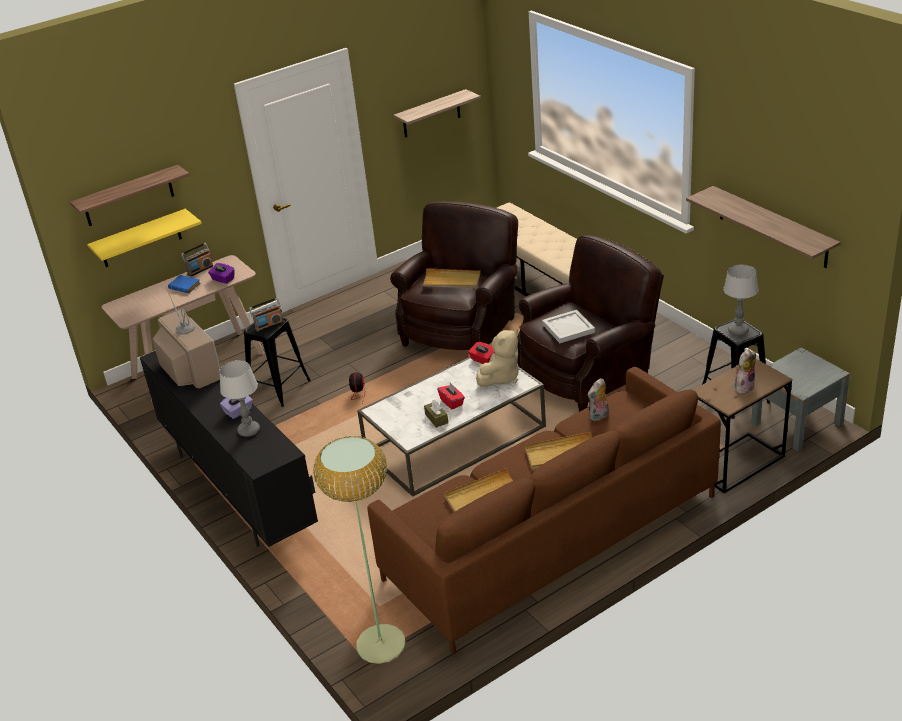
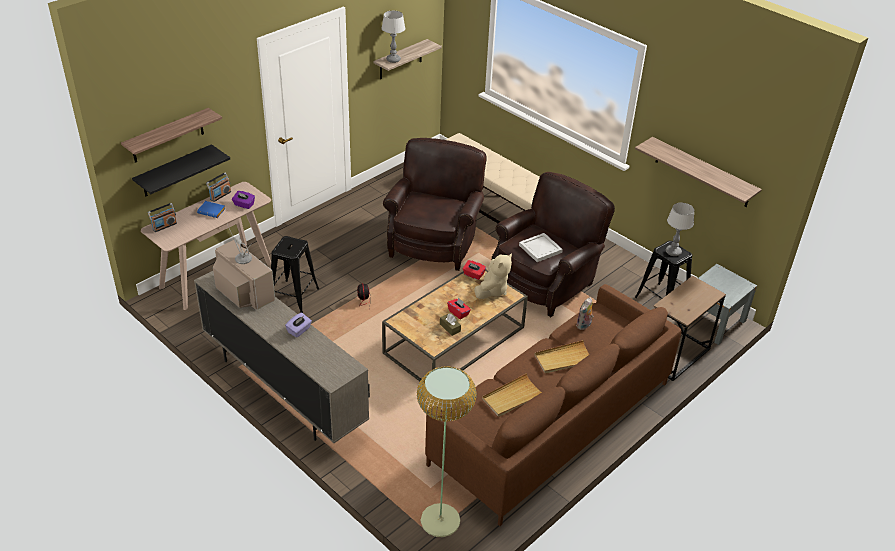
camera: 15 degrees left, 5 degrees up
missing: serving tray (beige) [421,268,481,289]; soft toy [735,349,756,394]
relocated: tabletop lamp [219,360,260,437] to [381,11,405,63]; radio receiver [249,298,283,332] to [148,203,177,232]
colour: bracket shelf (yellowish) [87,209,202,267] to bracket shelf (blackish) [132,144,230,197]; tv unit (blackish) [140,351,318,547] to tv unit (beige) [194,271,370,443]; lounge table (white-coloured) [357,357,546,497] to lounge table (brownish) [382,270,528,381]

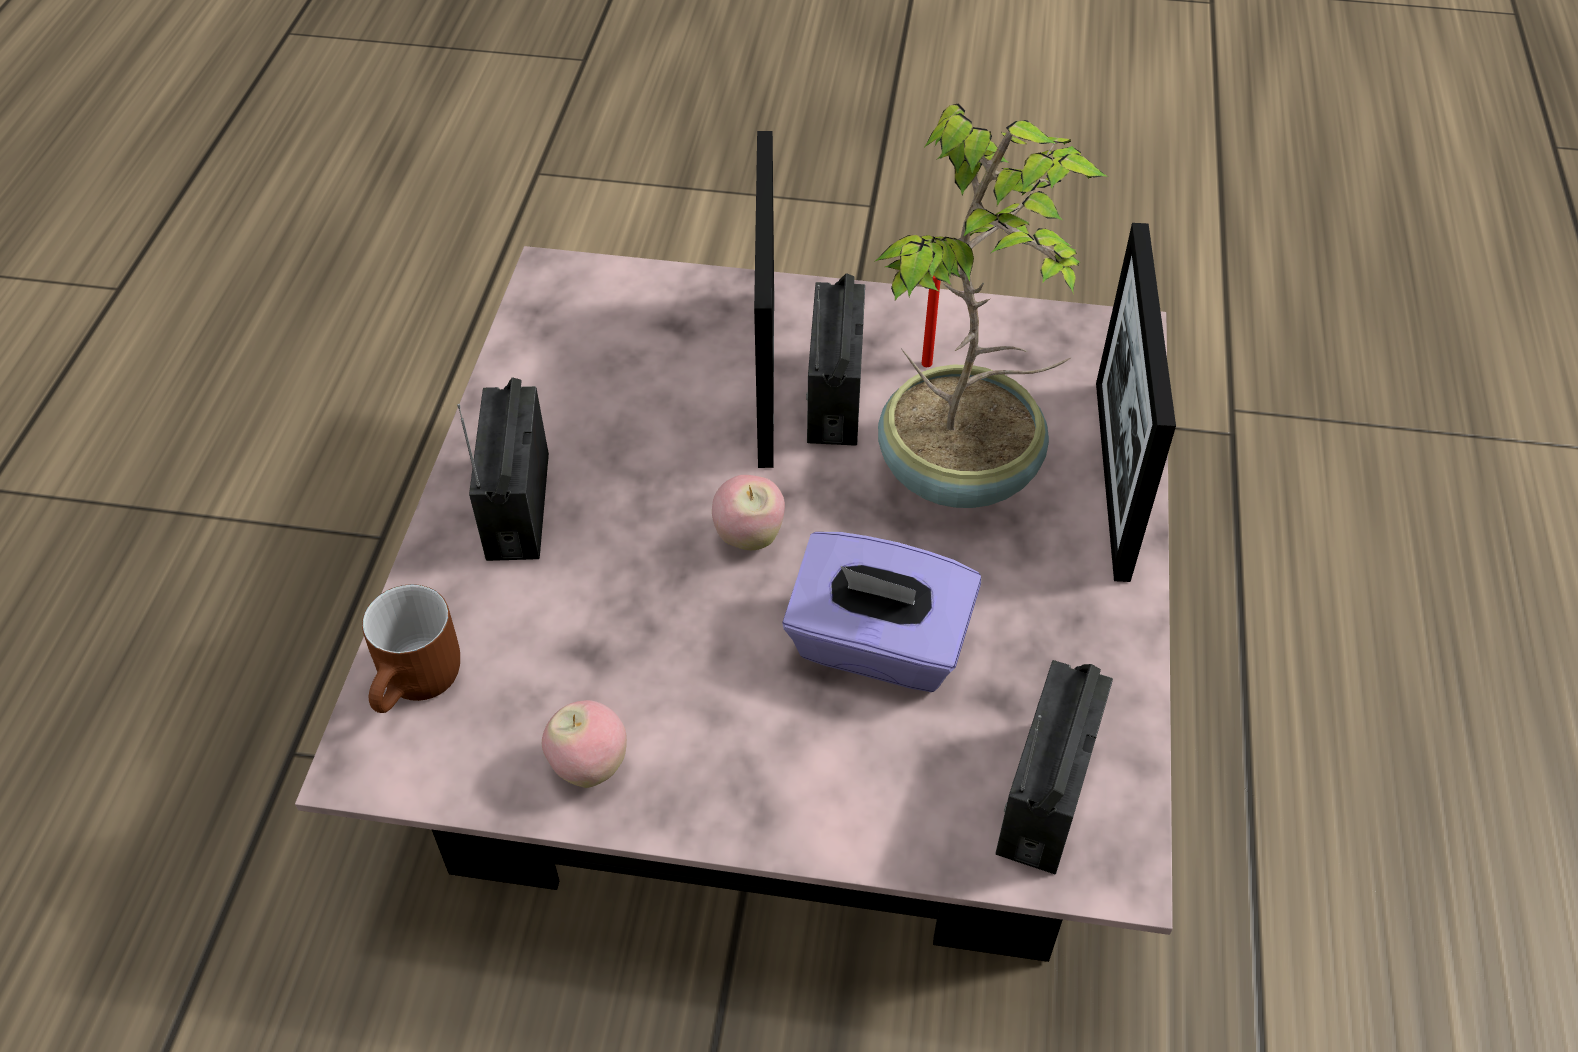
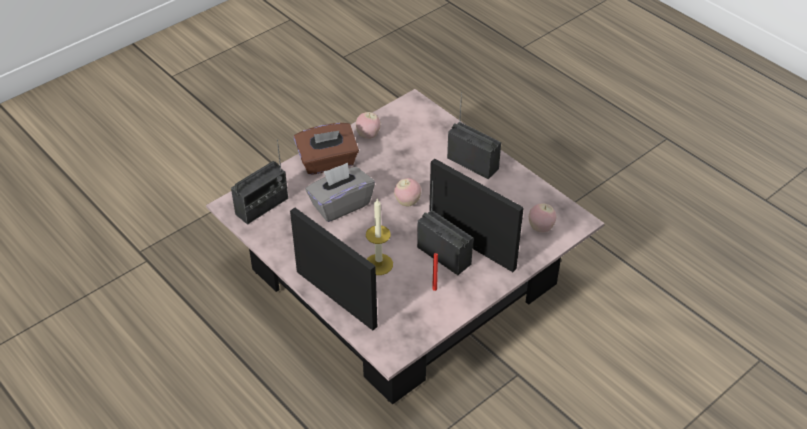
camera: 130 degrees right, 5 degrees down
missing: coffee mug (brownish) [362,584,460,713]
appeared: tissue box (brownish) [294,123,359,175]; whole apple [529,203,556,232]
exchanged: houseplant [874,103,1108,508] to wax light [366,199,393,275]
colour: tissue box (purple-coloured) [782,532,981,692] to tissue box (greyish) [305,163,375,222]
spun: radio receiver [995,660,1113,874] = [231,139,288,225] 75 degrees clockwise

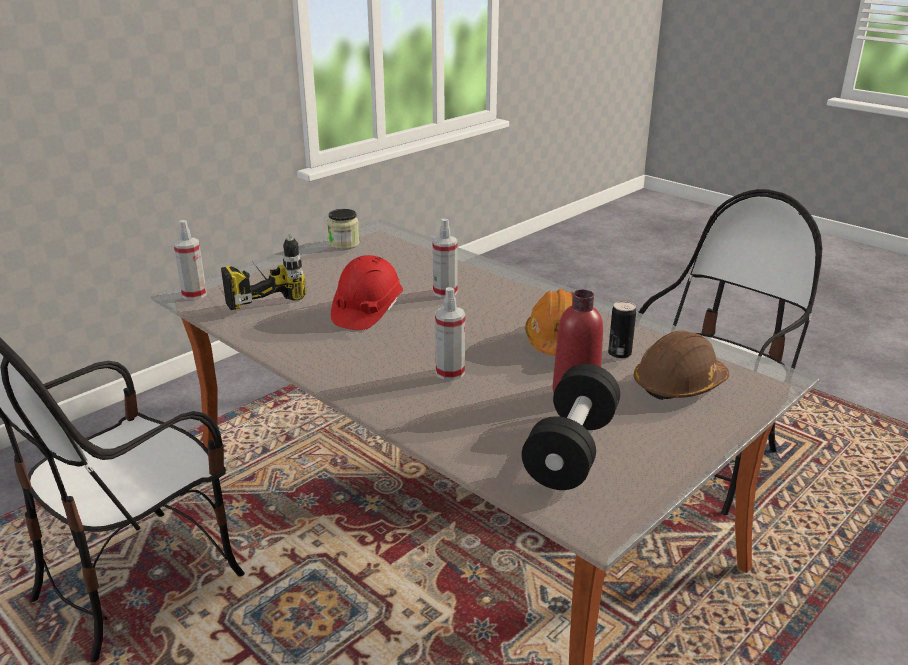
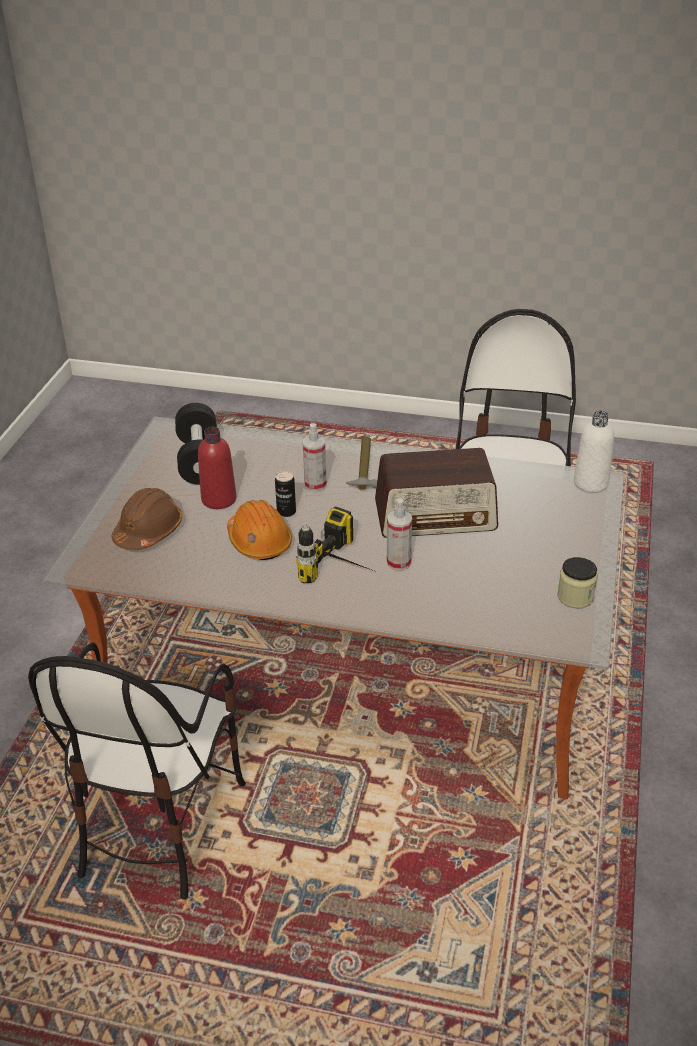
camera: 150 degrees right, 10 degrees up
appeared: tool hammer [346,437,377,490]
relocated: power drill [221,233,307,310] to [296,506,374,583]; sealed can [608,301,636,359] to [275,471,296,517]
exchanged: hand sprayer [174,220,207,300] to bottle (white-coloured) [574,410,614,492]; work helmet (red) [331,255,403,330] to radio receiver [375,448,498,538]

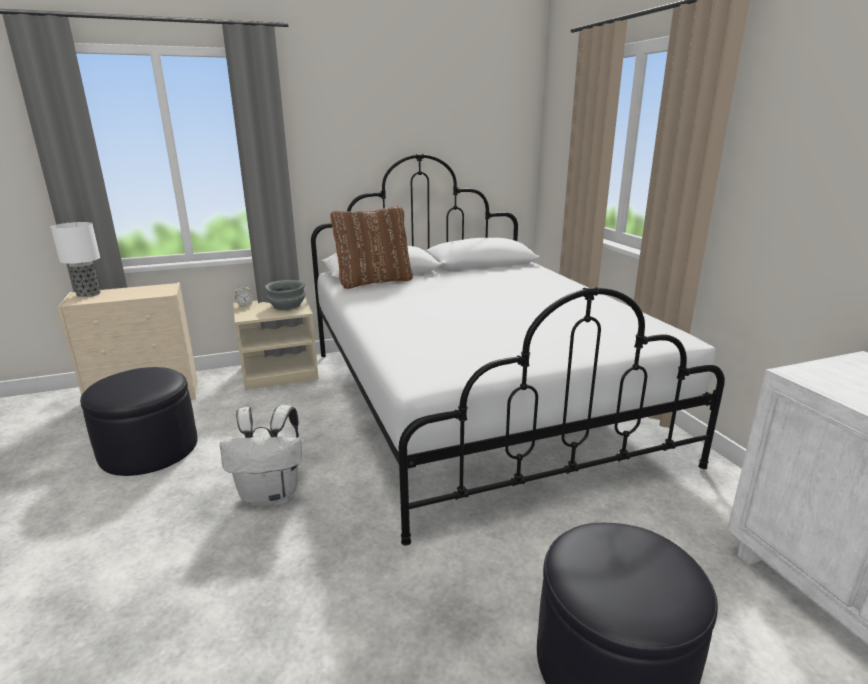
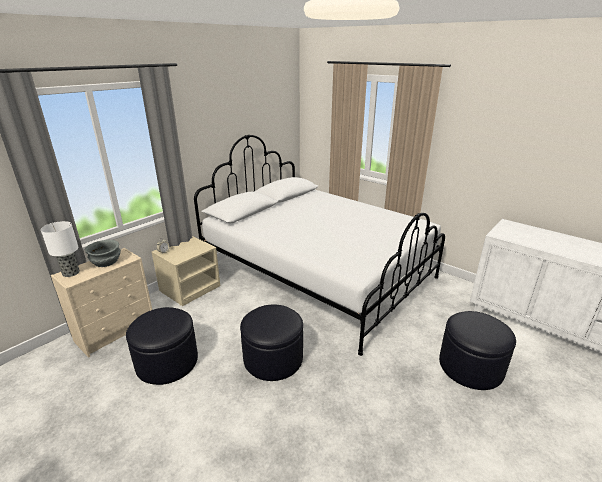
camera: 30 degrees left, 5 degrees up
missing: cushion (brownish) [330,206,413,289]
relocated: bowl (greyish) [265,280,306,310] to [85,240,121,267]
exchanged: backpack (white-coloured) [220,405,302,507] to ottoman (blackish) [240,305,303,381]

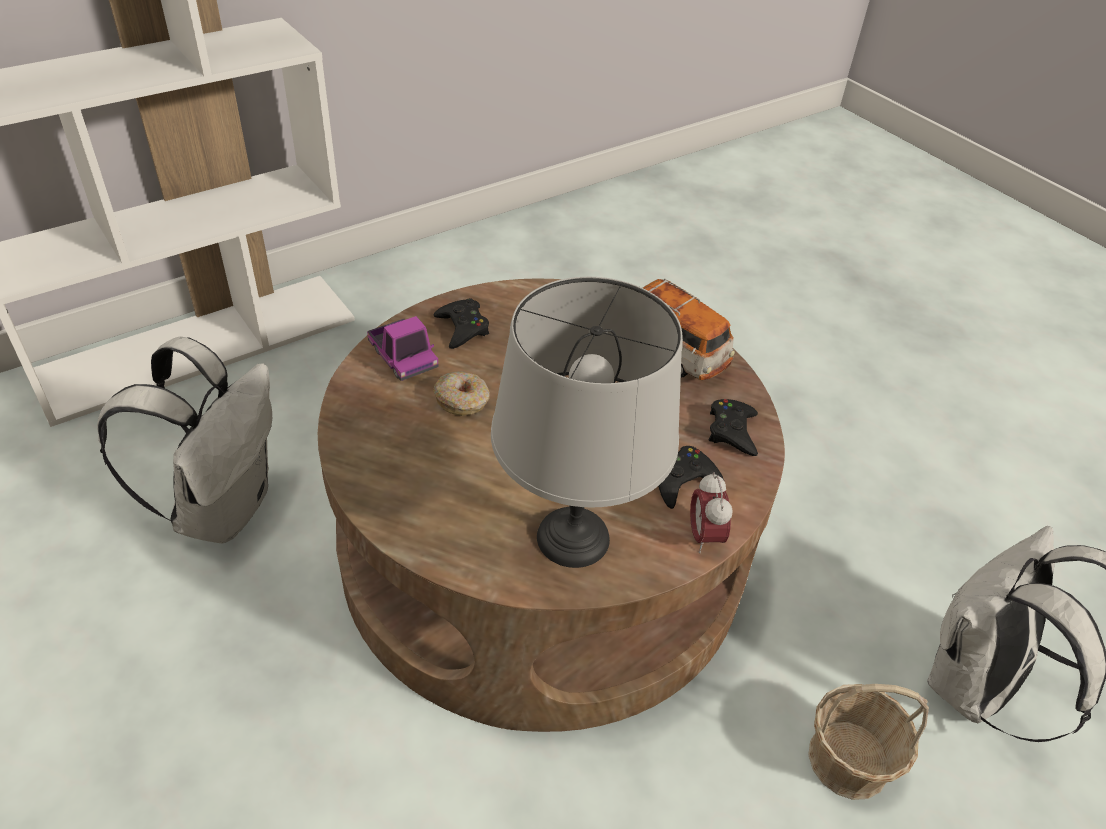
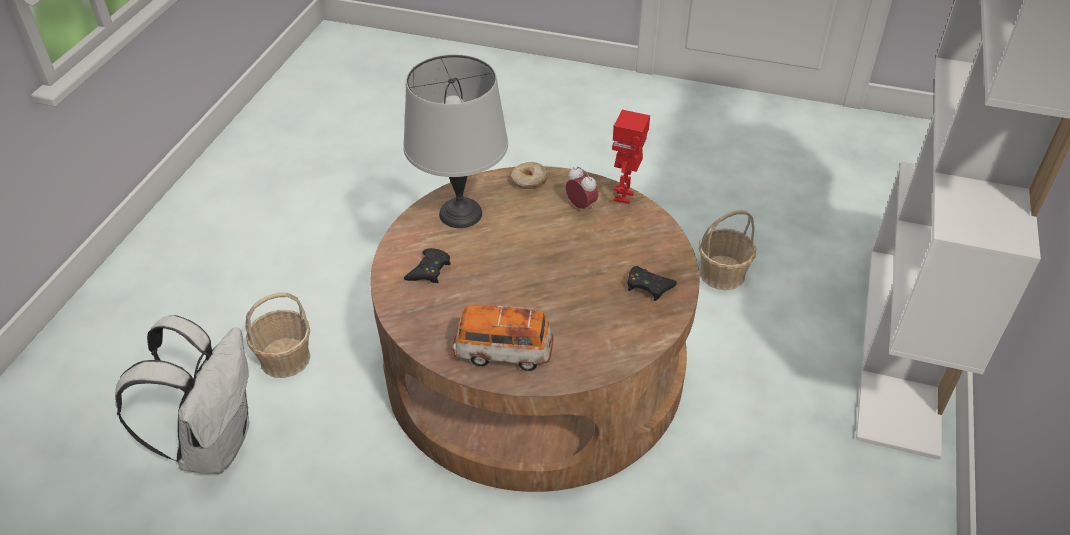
camera: 145 degrees right, 0 degrees up
missing: toy lorry [367,316,439,381]; joypad (blackish) [709,399,758,456]
appeared: robot figure [612,110,650,204]
relocated: ring doughnut [433,371,490,416] to [511,162,547,189]; bedside clock [690,472,733,553] to [566,167,599,210]
exchanged: backpack (white-coloured) [97,337,272,543] to basket [698,210,756,290]

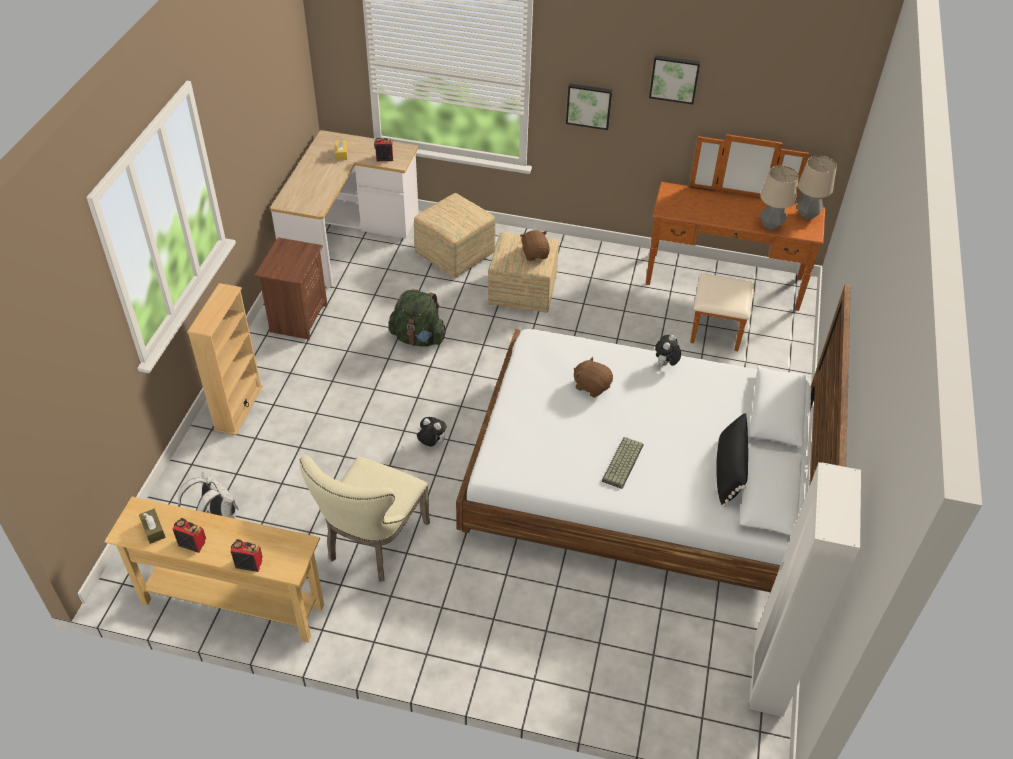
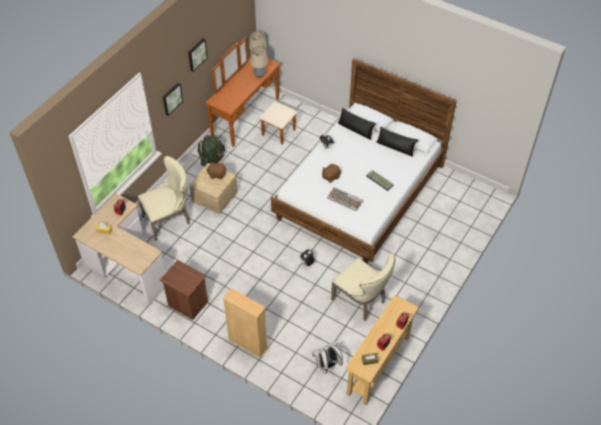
camera: 70 degrees left, 5 degrees up
missing: armoire (white-coloured) [749,462,861,717]
appeared: keyboard [327,187,363,211]; cushion (blackish) [337,108,377,140]
relocated: backpack (green-coloured) [389,289,446,347] to [197,135,225,167]
exchanged: ottoman [414,193,495,278] to chair (beige) [138,156,190,241]

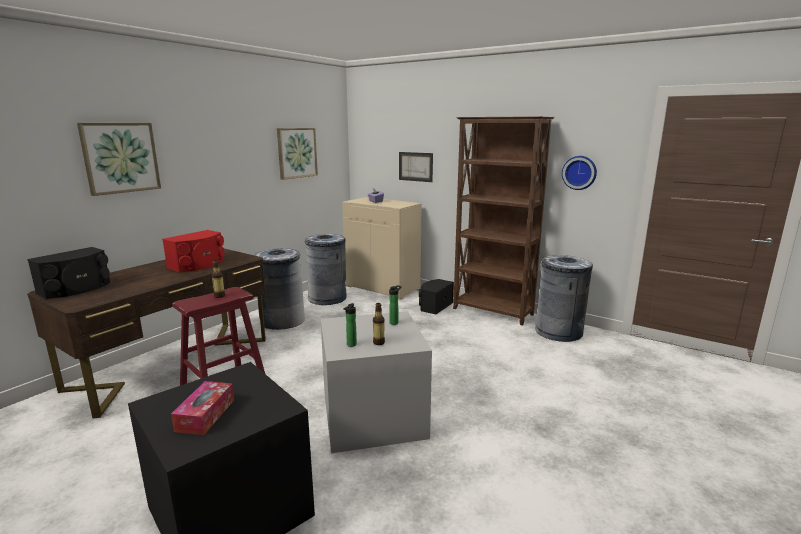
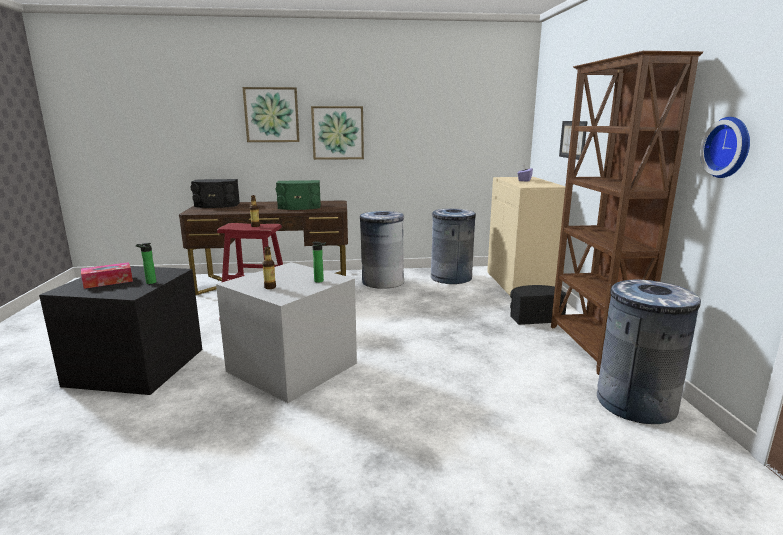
camera: 50 degrees right, 0 degrees up
relocated: picture [277,128,318,180] to [311,106,364,160]; bottle [343,303,357,347] to [136,243,157,284]
colour: speaker (red) [162,230,224,272] to speaker (green-coloured) [276,180,321,210]

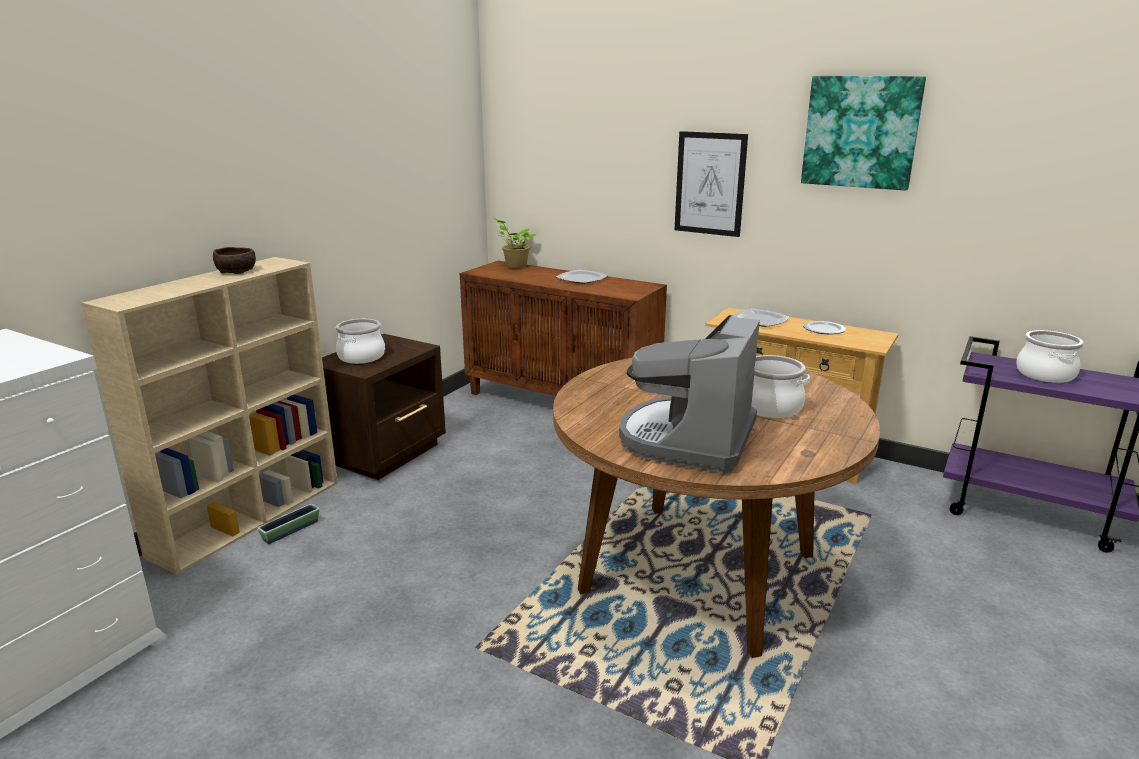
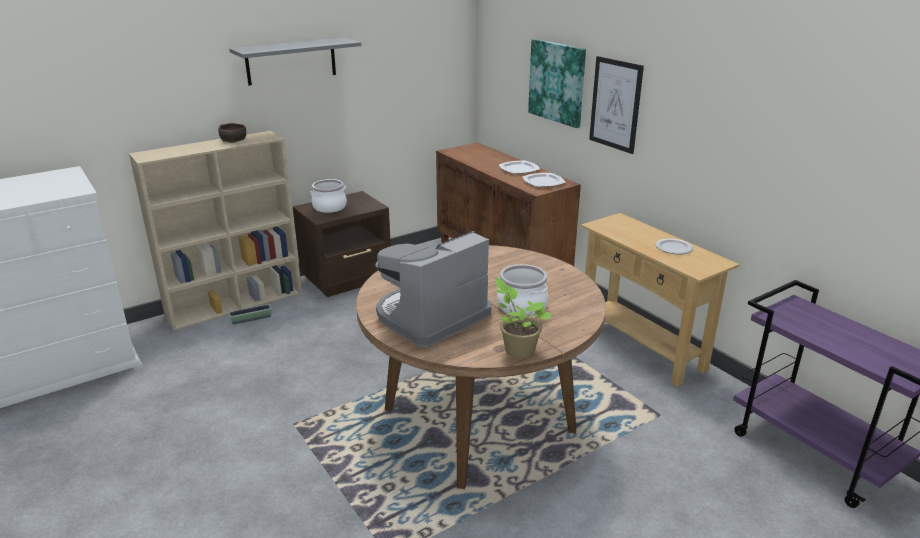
camera: 25 degrees right, 5 degrees up
missing: stockpot [1016,330,1084,383]
appeared: bracket shelf (greyish) [229,37,362,85]
relocated: houseplant [493,218,536,269] to [495,278,553,359]; dinner plate [732,309,789,327] to [522,173,566,187]; picture [801,76,926,191] to [528,39,586,128]

